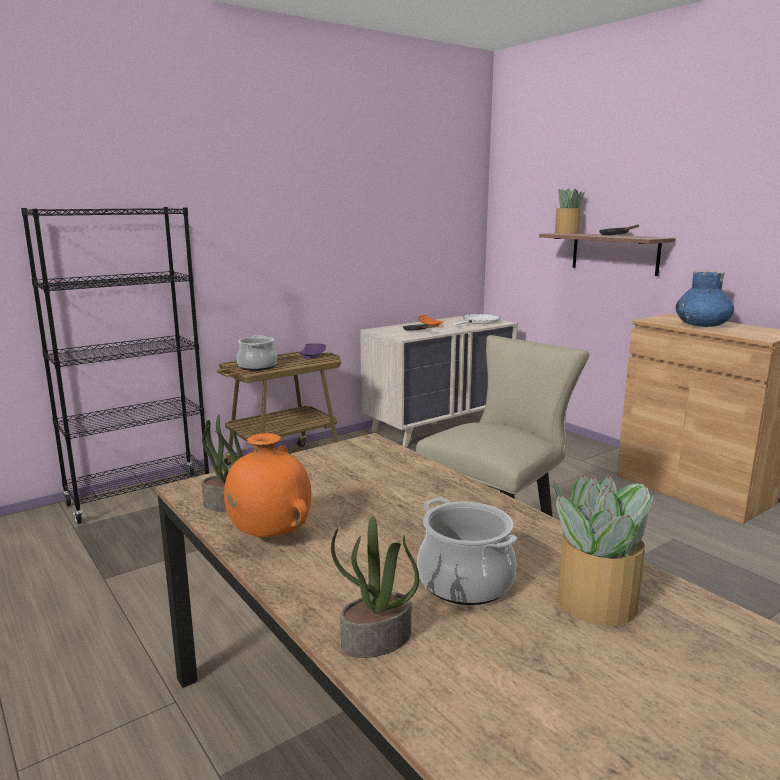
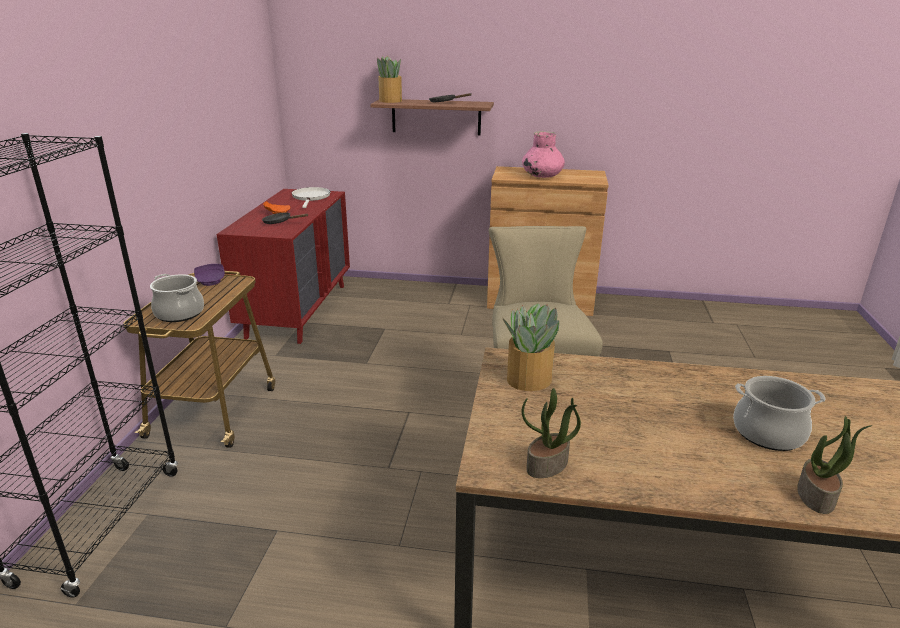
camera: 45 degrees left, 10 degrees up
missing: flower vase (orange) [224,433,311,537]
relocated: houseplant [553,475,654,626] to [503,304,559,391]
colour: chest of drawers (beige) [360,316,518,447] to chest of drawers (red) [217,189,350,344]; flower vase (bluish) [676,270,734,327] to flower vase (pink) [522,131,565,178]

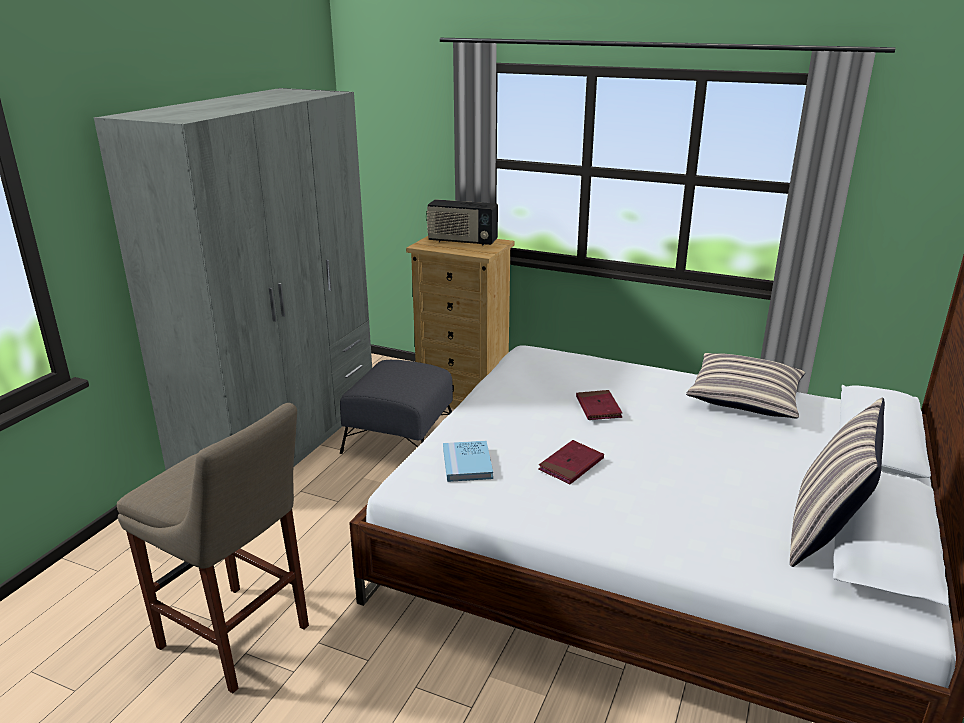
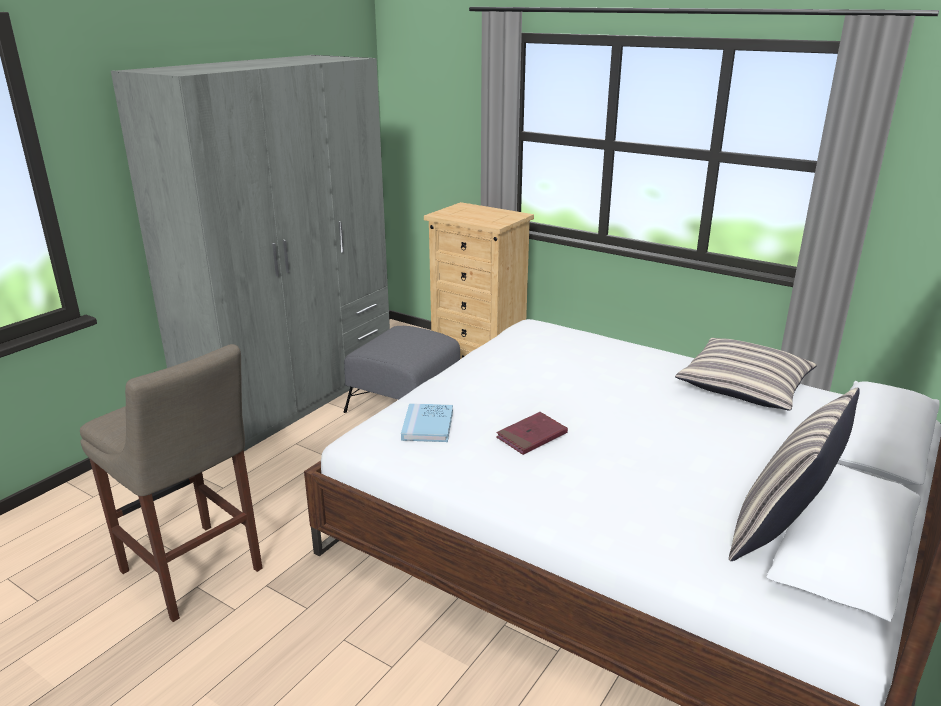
camera: 10 degrees right, 0 degrees up
missing: radio receiver [427,199,498,246]; book (red) [576,390,622,420]

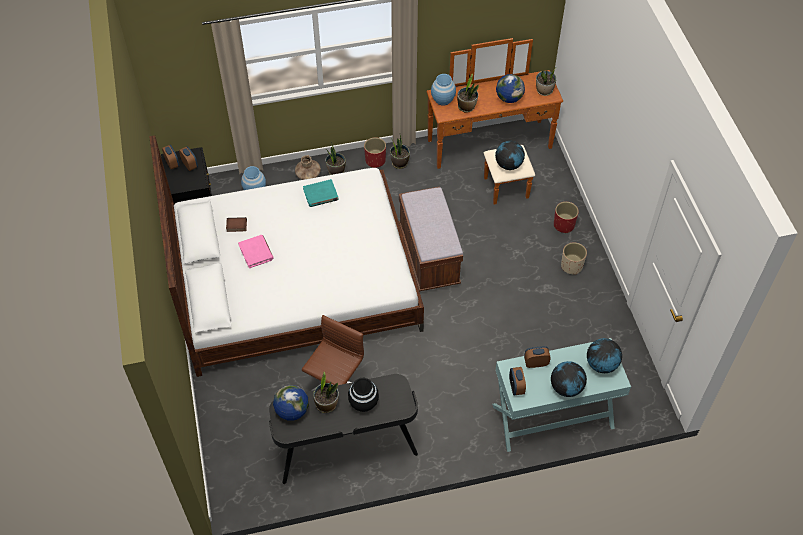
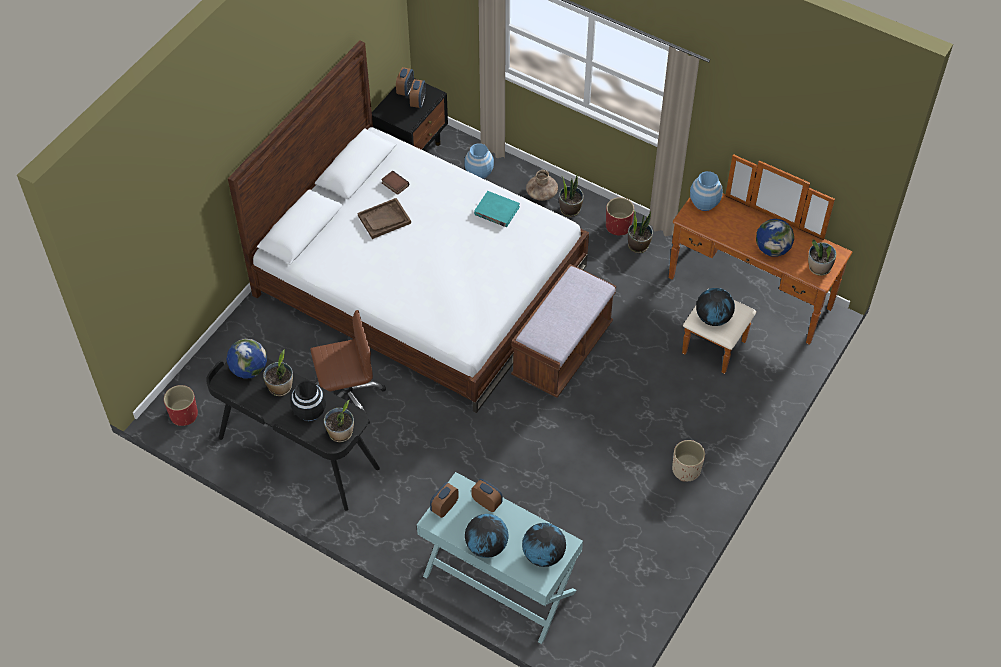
camera: 45 degrees right, 0 degrees up
relocated: houseplant [457,73,479,113] to [324,400,354,442]; flower pot (red) [554,202,579,233] to [164,385,198,426]
exchanged: book (pink) [238,235,273,268] to serving tray (brownish) [357,198,411,239]

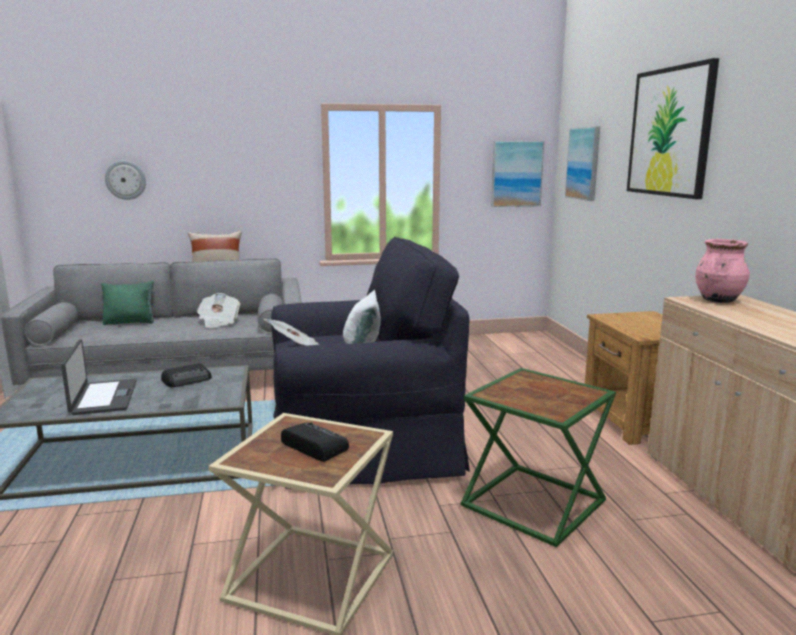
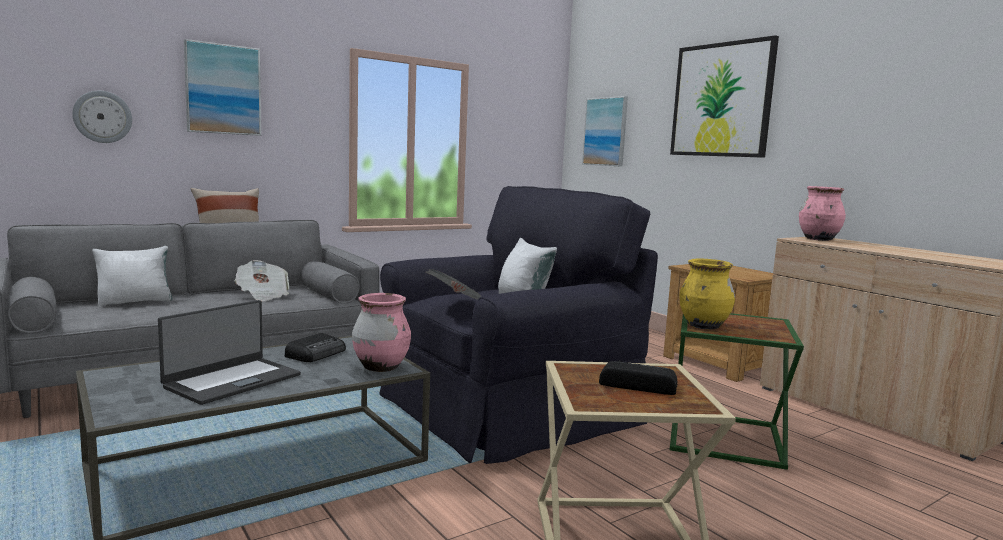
camera: 25 degrees left, 5 degrees down
appeared: flower vase (pink) [352,293,411,372]; flower vase (yellowish) [679,259,735,330]
relocated: picture [491,141,544,207] to [184,39,261,136]
colour: cushion (green-coloured) [101,281,154,325] to cushion (white-coloured) [92,246,173,306]
spun: portable computer [61,339,137,415] = [158,300,301,405] 75 degrees clockwise

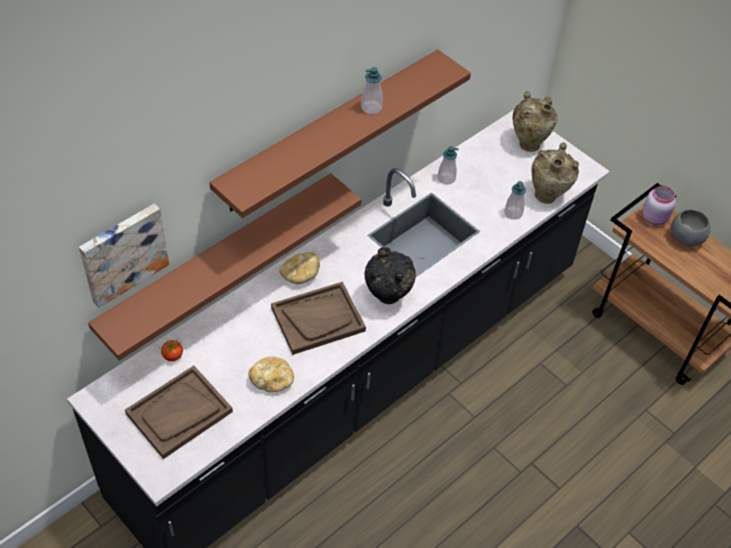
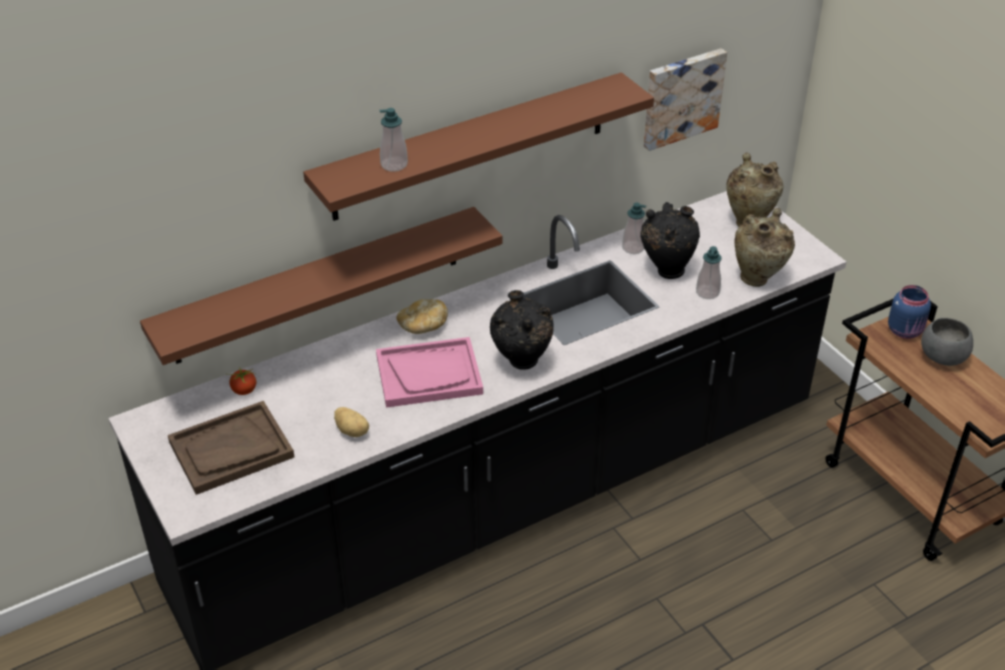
camera: 15 degrees right, 10 degrees down
appeared: flower vase (blackish) [640,202,700,279]
relocated: picture [79,203,169,308] to [644,48,727,151]; soap bottle [361,67,383,114] to [379,108,408,172]
exchanged: baked bread [248,357,294,392] to whole potato [334,407,369,437]
colour: serving tray (brownish) [271,282,366,355] to serving tray (pink) [376,337,483,408]; storage jar (pink) [642,186,676,226] to storage jar (bluish) [888,285,931,339]

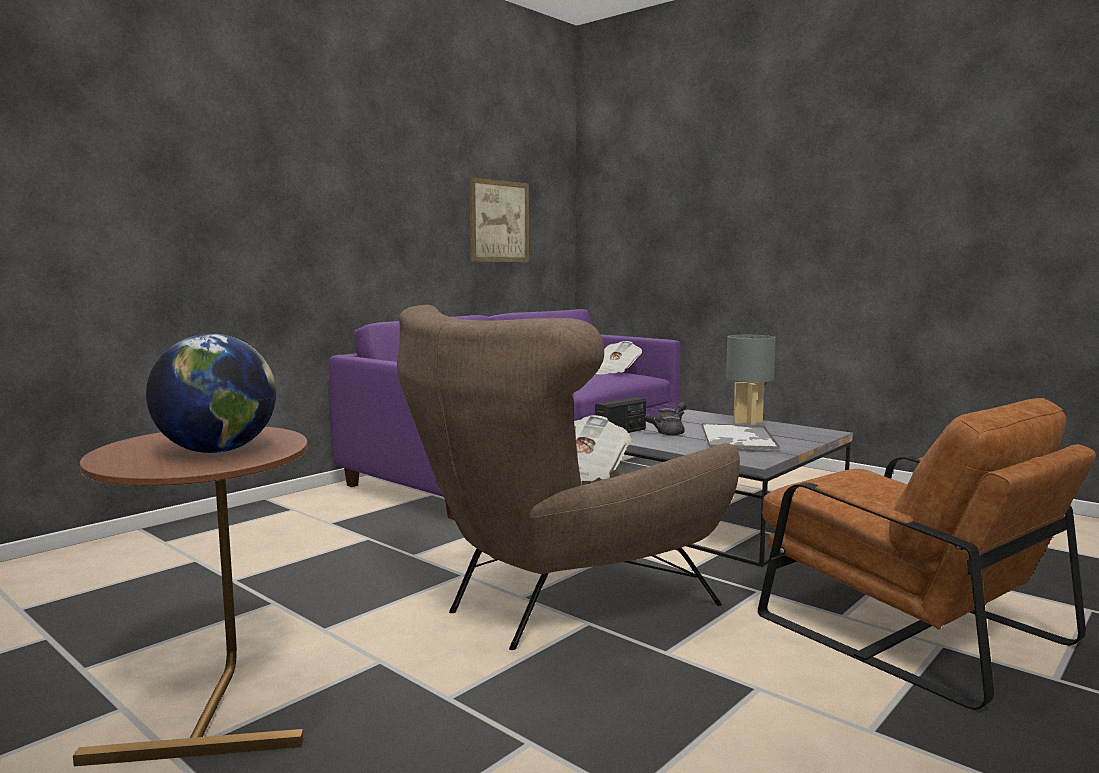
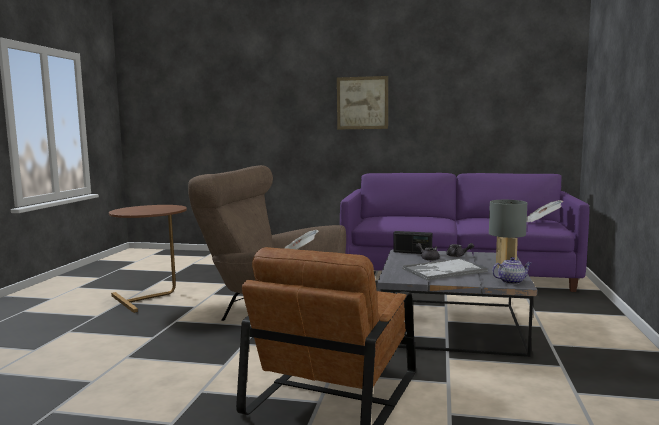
camera: 60 degrees right, 0 degrees up
missing: desk globe [146,334,276,453]
appeared: pot for tea [492,257,531,284]
relocated: picture [469,177,529,262] to [337,76,388,129]

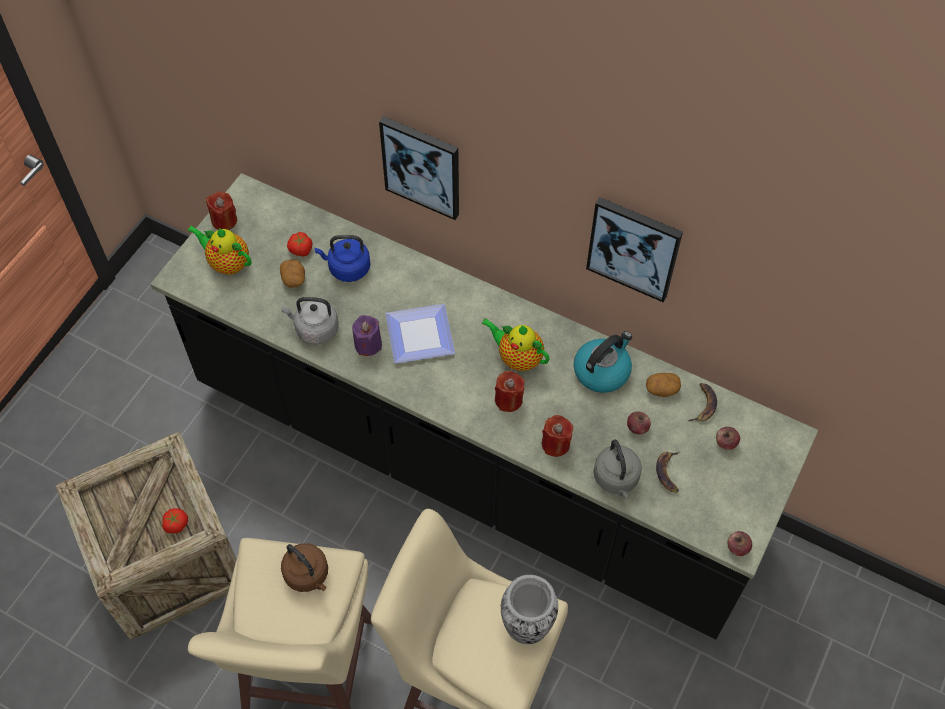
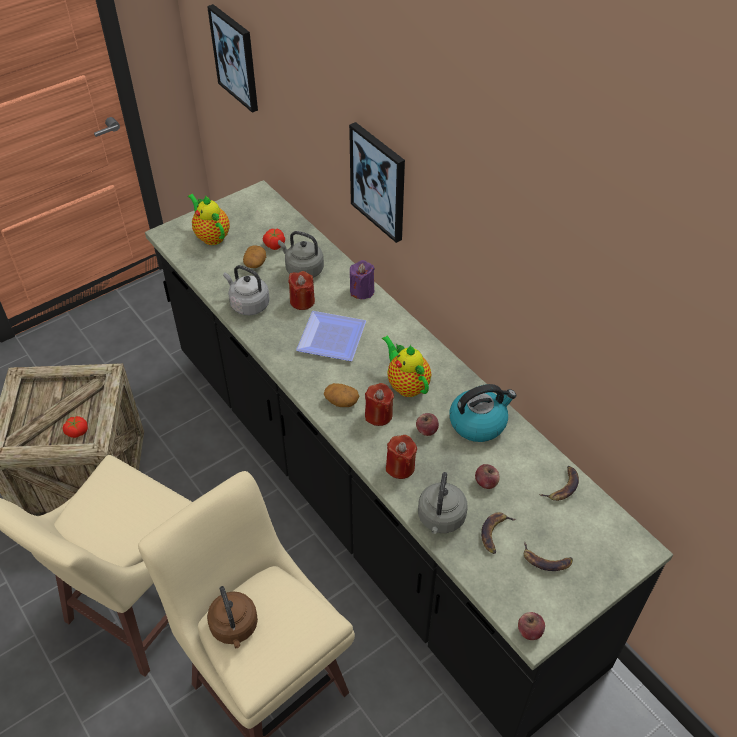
camera: 25 degrees right, 10 degrees down
missing: flower vase [501,575,558,644]
appeared: banana fruit [524,542,573,571]
relocated: wax light (red) [206,191,237,230] to [288,271,315,310]; kettle (brownish) [281,543,328,592] to [207,586,258,648]; wax light (purple-coloured) [352,315,382,356] to [350,260,375,299]; picture [586,197,683,303] to [207,4,258,113]; whole potato [646,373,681,397] to [324,383,359,407]; whole apple [716,427,740,450] to [416,413,439,436]
colour: kettle (bluish) [315,235,371,282] to kettle (greyish) [278,231,324,278]

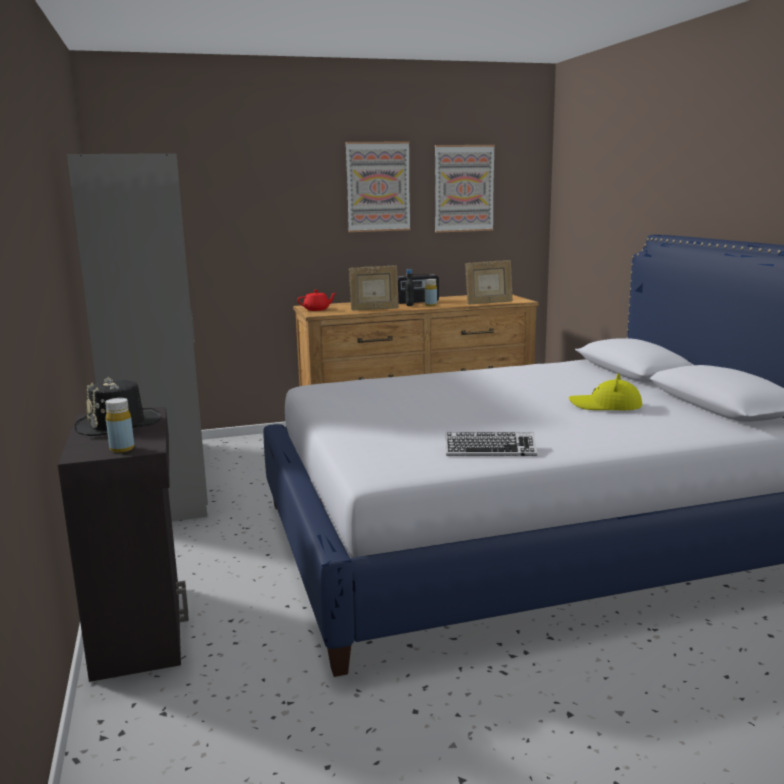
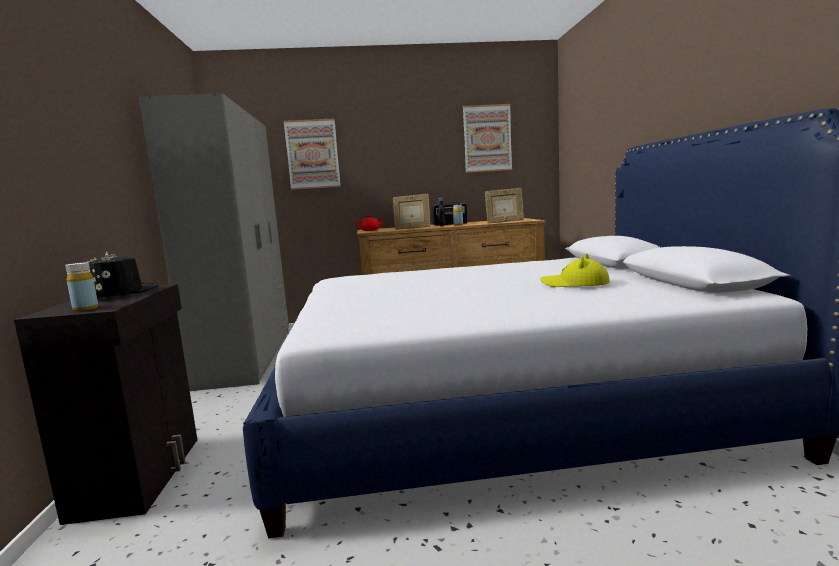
camera: 10 degrees right, 5 degrees down
missing: keyboard [446,432,537,456]
relocated: picture [346,142,410,232] to [284,119,341,190]

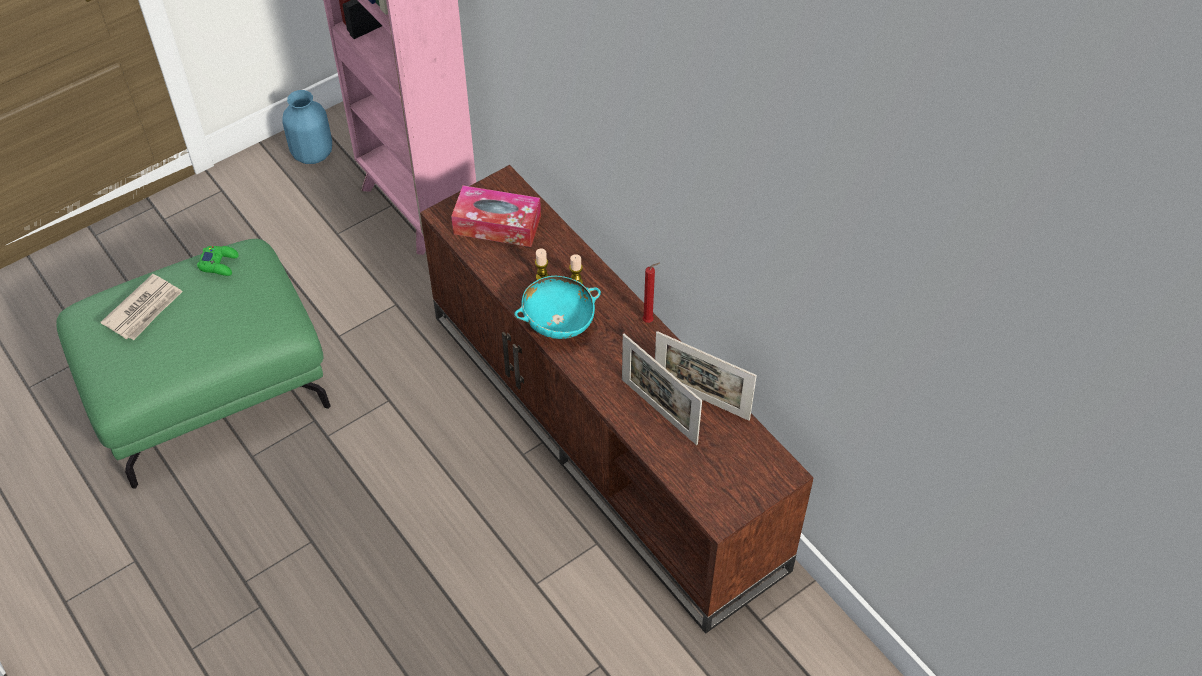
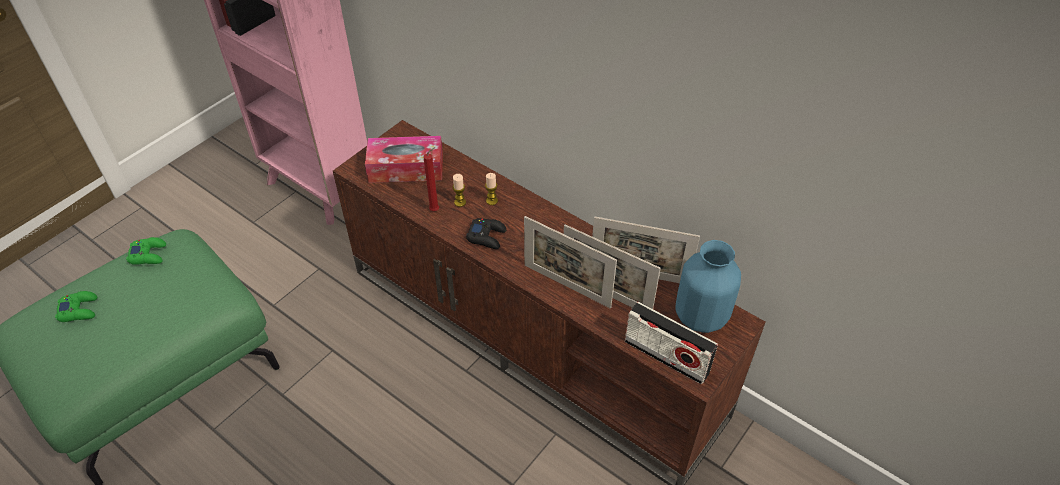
camera: 15 degrees left, 5 degrees down
appeared: photo frame [524,216,617,308]; radio receiver [625,302,718,384]
relocated: flower vase (bluish) [282,90,332,164] to [675,240,741,333]; wax light (red) [642,263,660,323] to [423,147,439,211]
exchanged: newspaper [100,274,183,340] to joypad (green-coloured) [55,291,97,322]; bowl (turquoise) [514,276,601,339] to joypad (blackish) [466,218,506,249]

